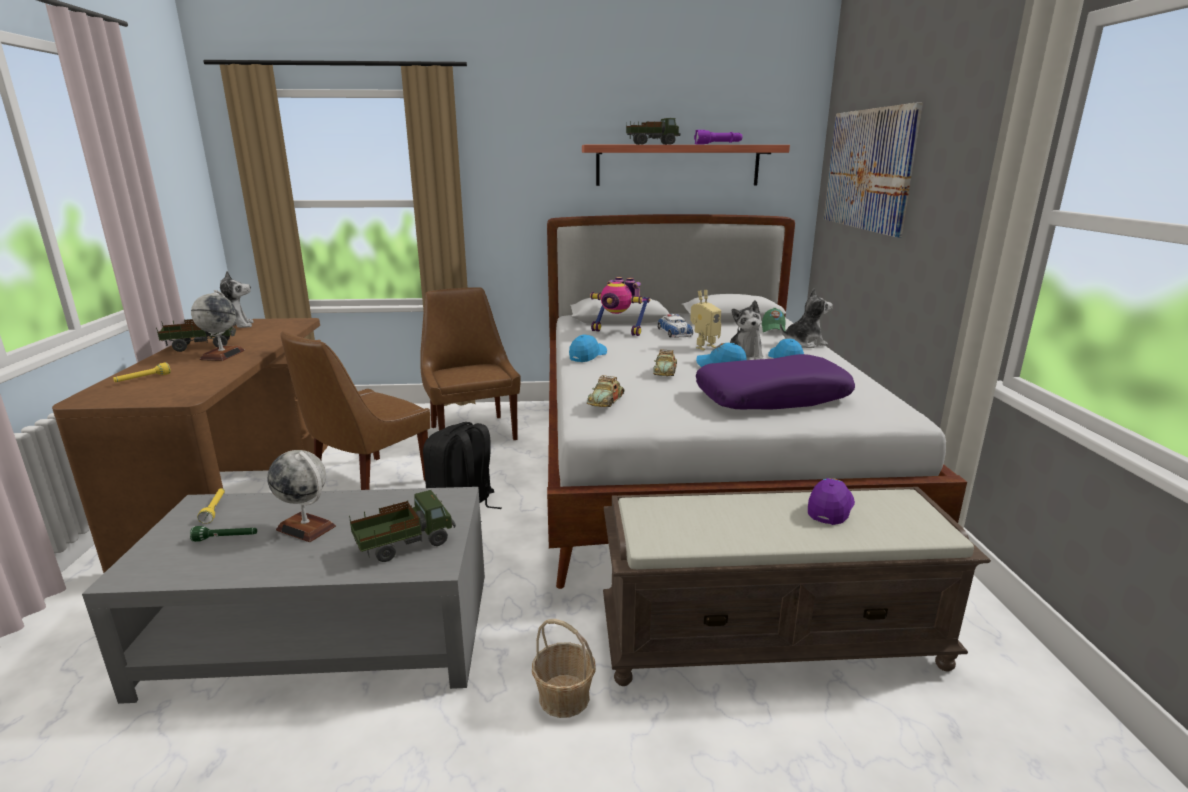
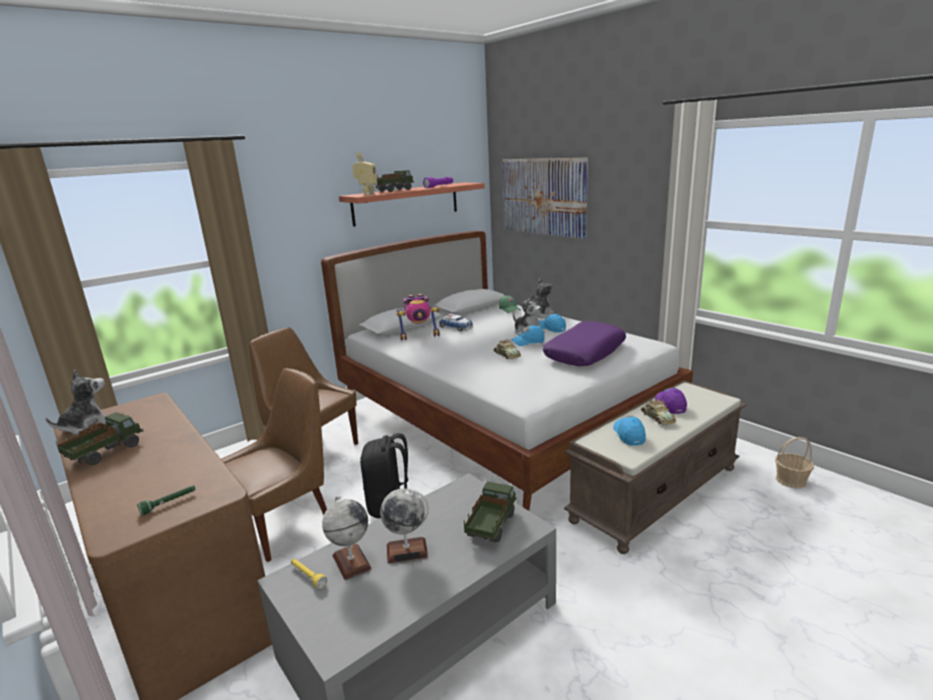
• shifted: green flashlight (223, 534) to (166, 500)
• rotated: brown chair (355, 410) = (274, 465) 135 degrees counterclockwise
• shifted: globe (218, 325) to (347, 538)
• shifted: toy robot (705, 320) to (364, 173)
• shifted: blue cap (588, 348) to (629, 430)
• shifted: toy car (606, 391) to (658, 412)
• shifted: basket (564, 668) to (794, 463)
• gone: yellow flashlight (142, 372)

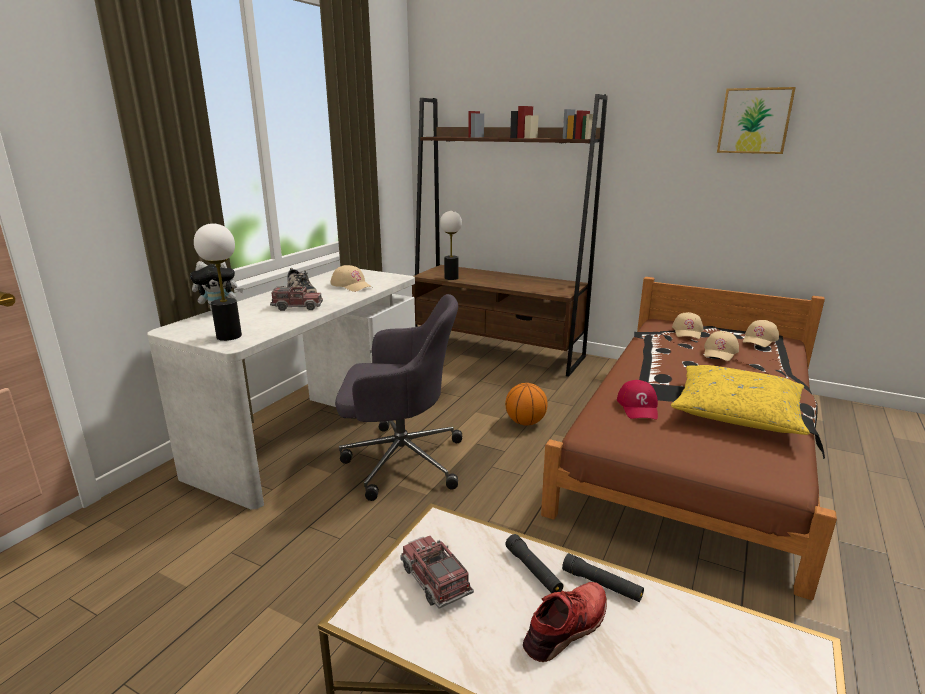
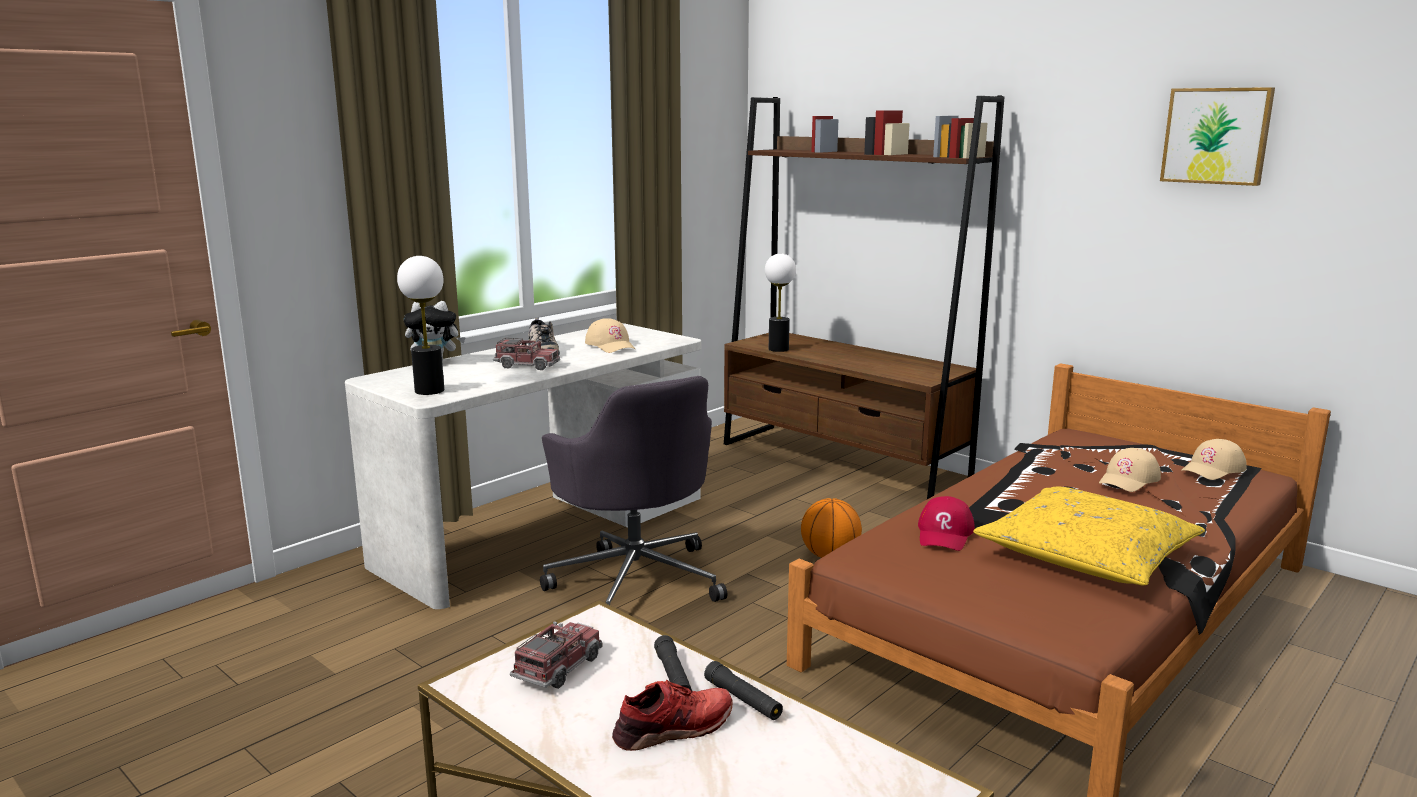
• rotated: toy truck (437, 572) = (556, 655) 45 degrees clockwise
• rotated: grey office chair (398, 397) = (633, 490) 45 degrees clockwise
• gone: beige cap (687, 325)

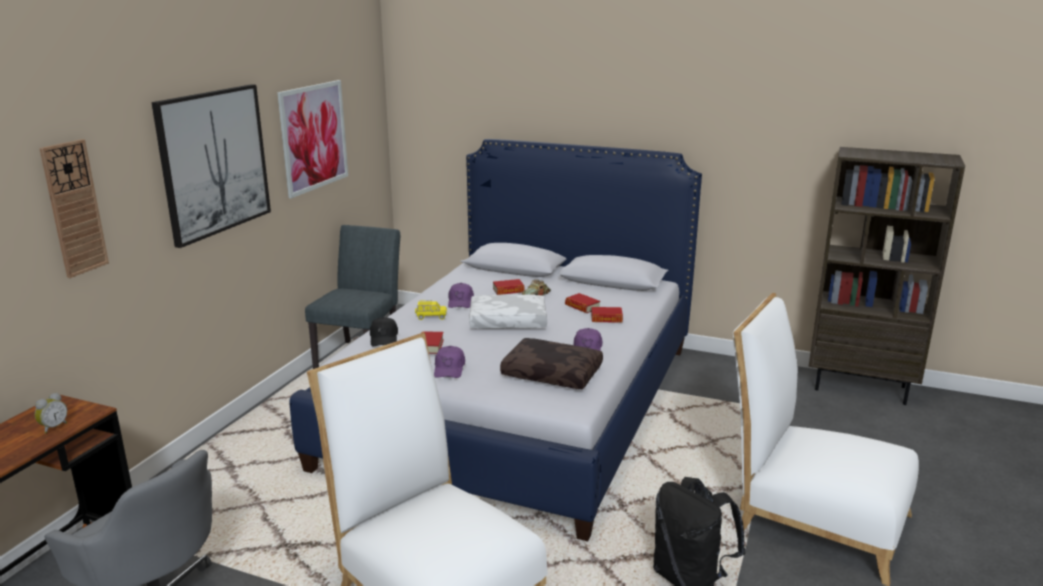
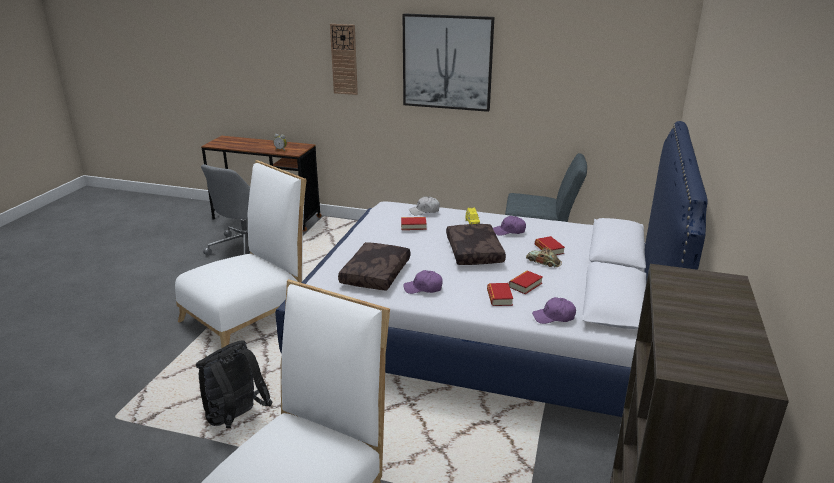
• repainted: black cap (384, 331) to white cap (424, 205)
• repainted: white pillow (508, 311) to brown pillow (476, 244)
• shifted: purple cap (449, 362) to (554, 310)
• gone: picture (312, 139)

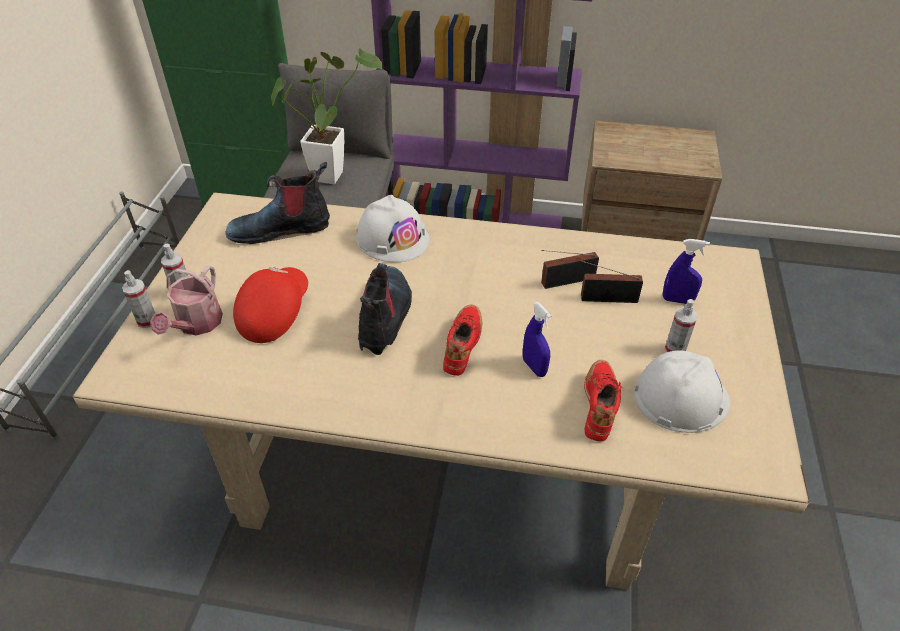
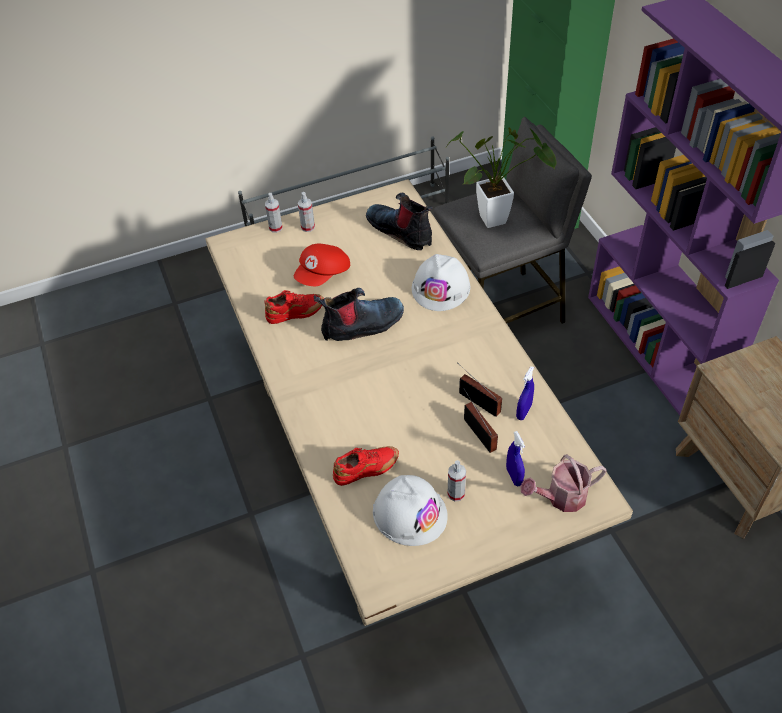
• shifted: red shoe (462, 340) to (294, 307)
• rotated: red cap (270, 305) = (322, 265) 135 degrees clockwise
• shifted: blue spray bottle (537, 339) to (525, 393)
• shifted: watering can (186, 300) to (563, 483)

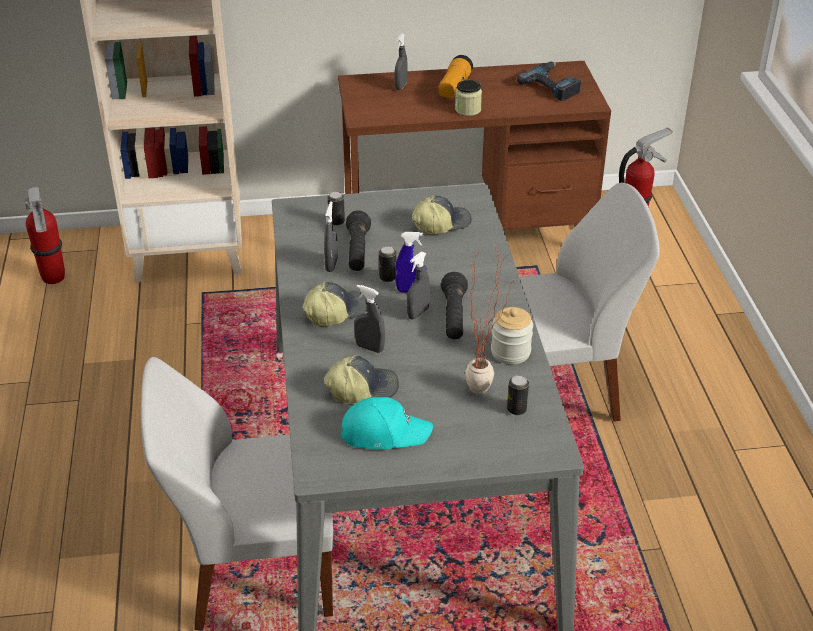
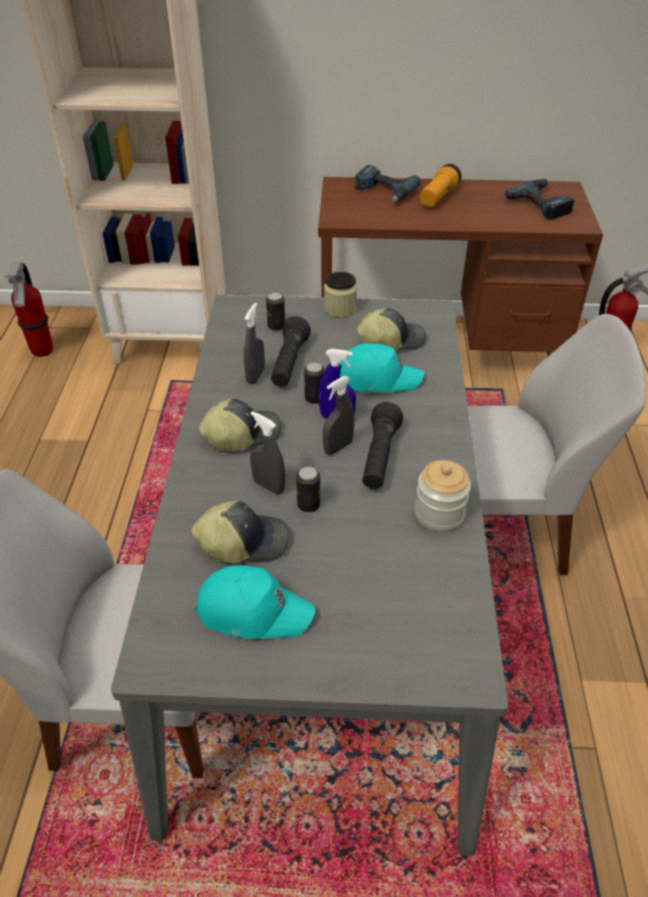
• shifted: can (518, 395) to (308, 489)
• shifted: jar (468, 98) to (340, 295)
• new: turquoise cap (381, 367)
• swapped: grey spray bottle (401, 62) to power drill (387, 184)
• gone: potted plant (490, 319)

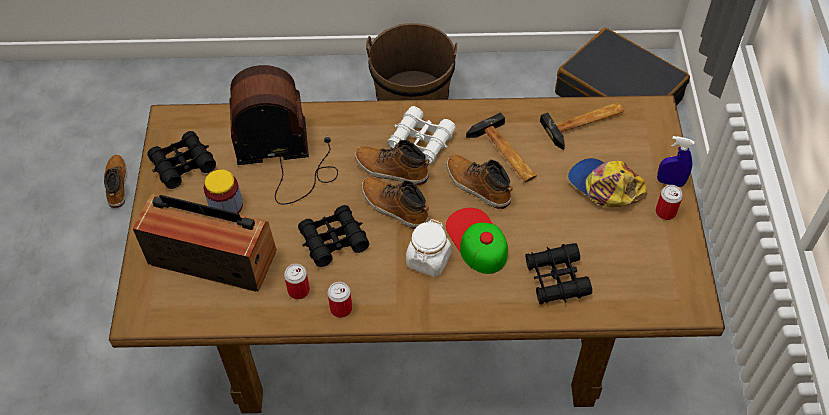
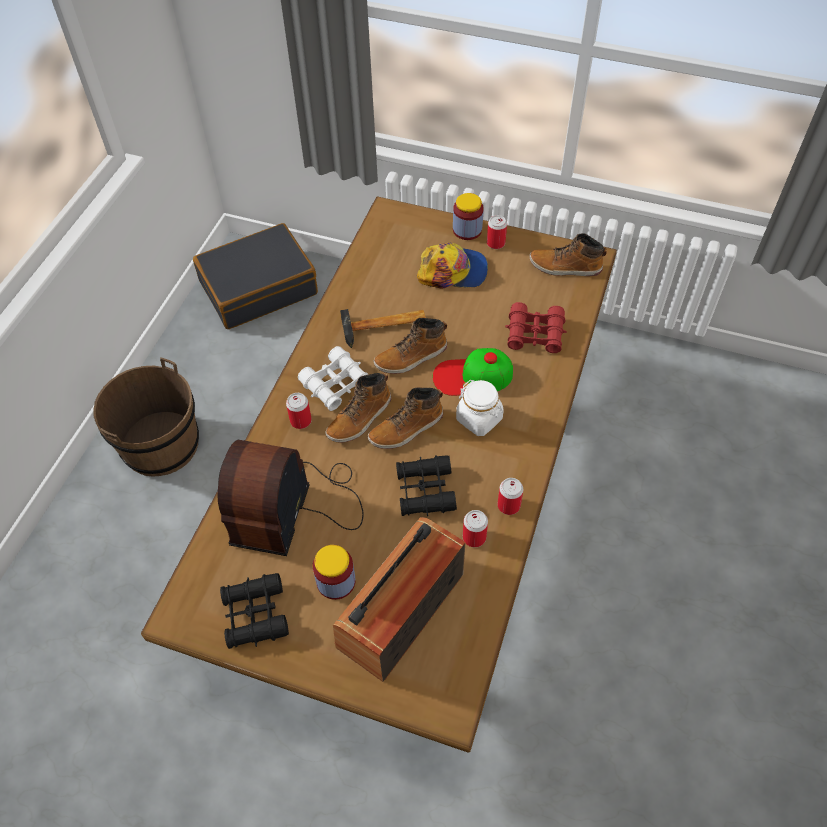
• new: can (299, 411)
• rotated: cap (607, 182) = (452, 265) 150 degrees counterclockwise
• swapped: blue spray bottle (675, 161) to jar (468, 216)
• repainted: black binoculars (558, 274) to red binoculars (536, 327)
• shifted: boot (115, 181) to (568, 254)
• gone: hammer (582, 126)

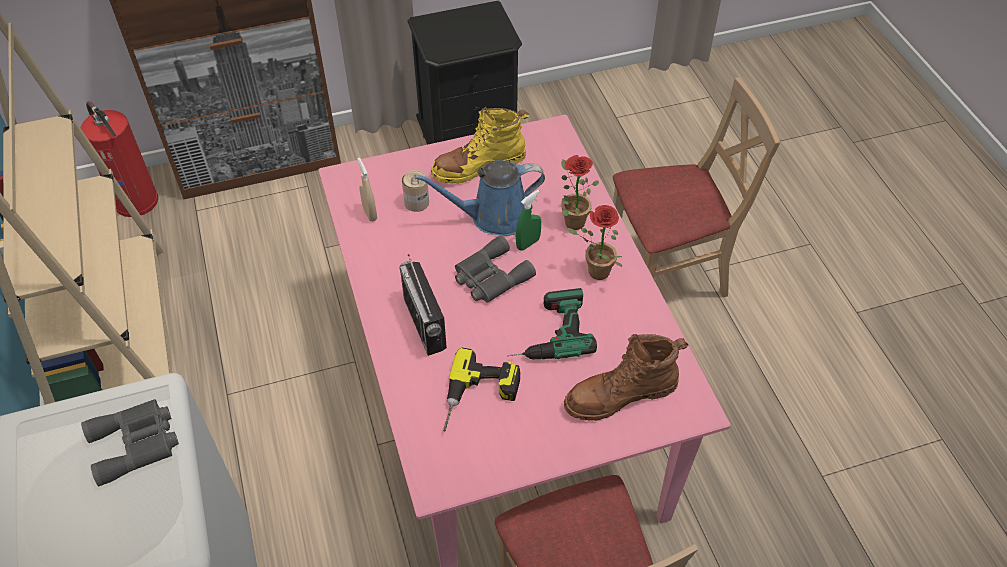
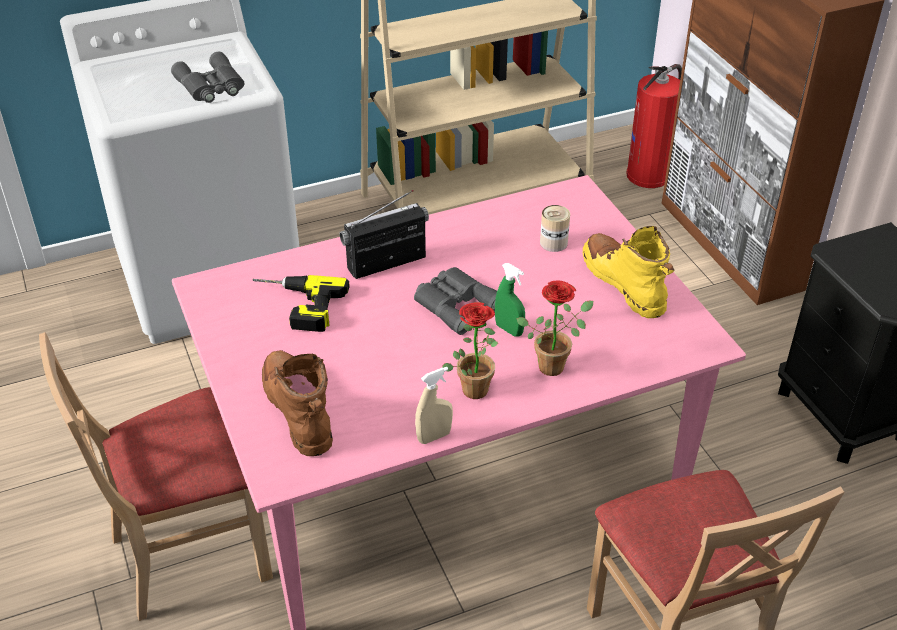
• shifted: beige spray bottle (367, 189) to (434, 405)
• gone: blue watering can (479, 198)
• gone: power drill (552, 323)

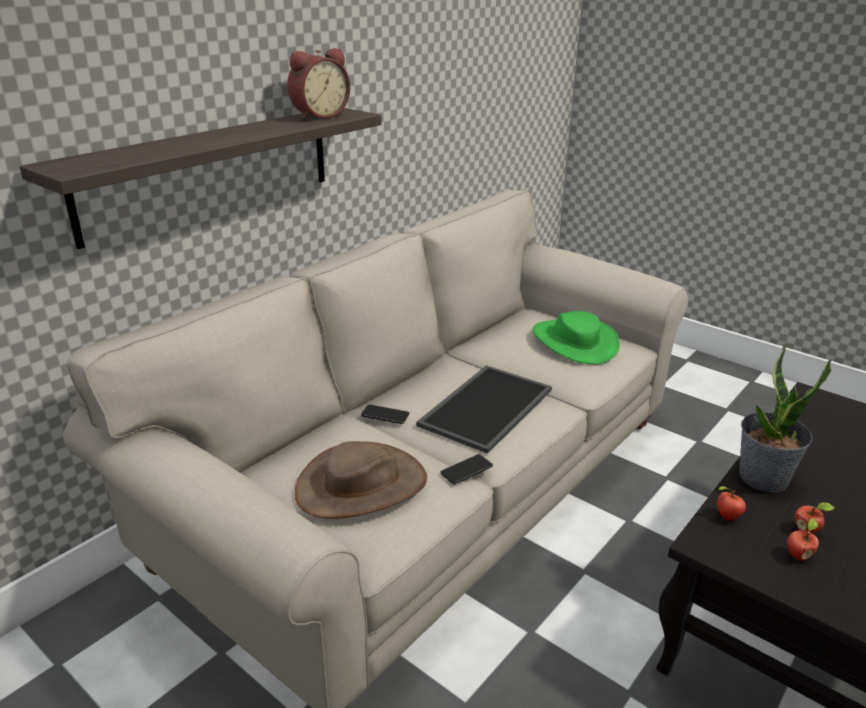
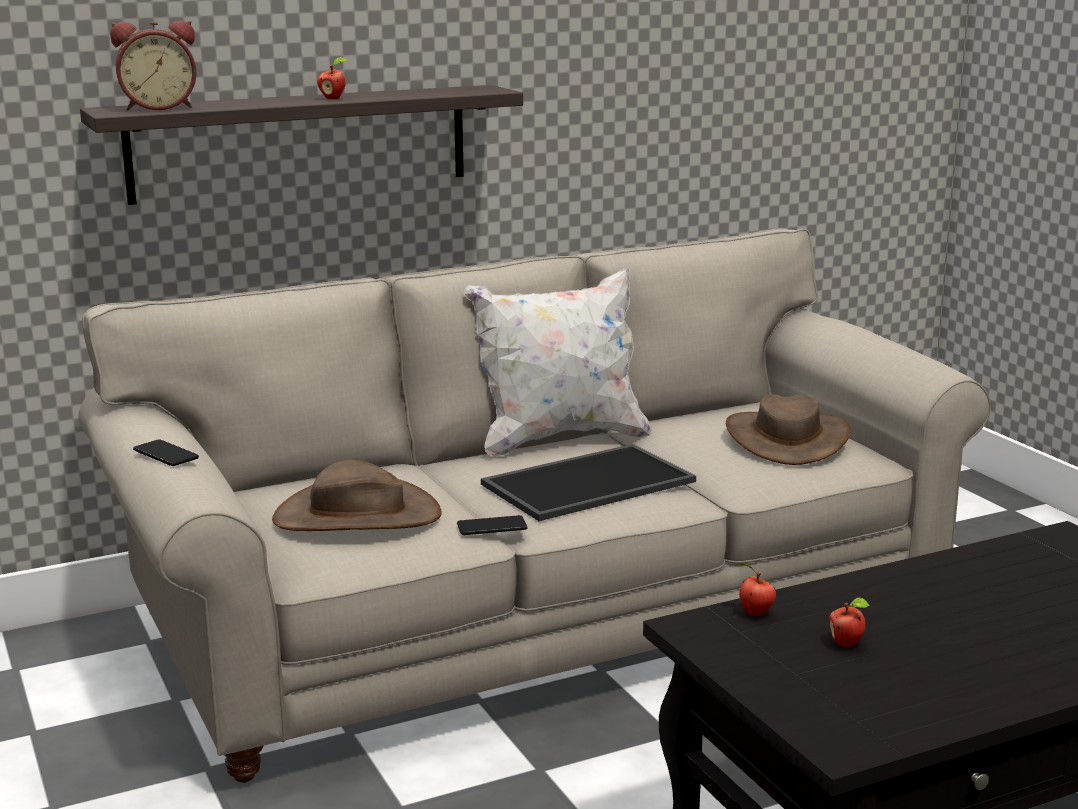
• shifted: alarm clock (318, 84) to (153, 65)
• shifted: phone (385, 414) to (166, 452)
• shifted: apple (803, 539) to (332, 78)
• new: white pillow (558, 362)
• repainted: green hat (576, 338) to brown hat (788, 429)
• gone: potted plant (785, 417)

